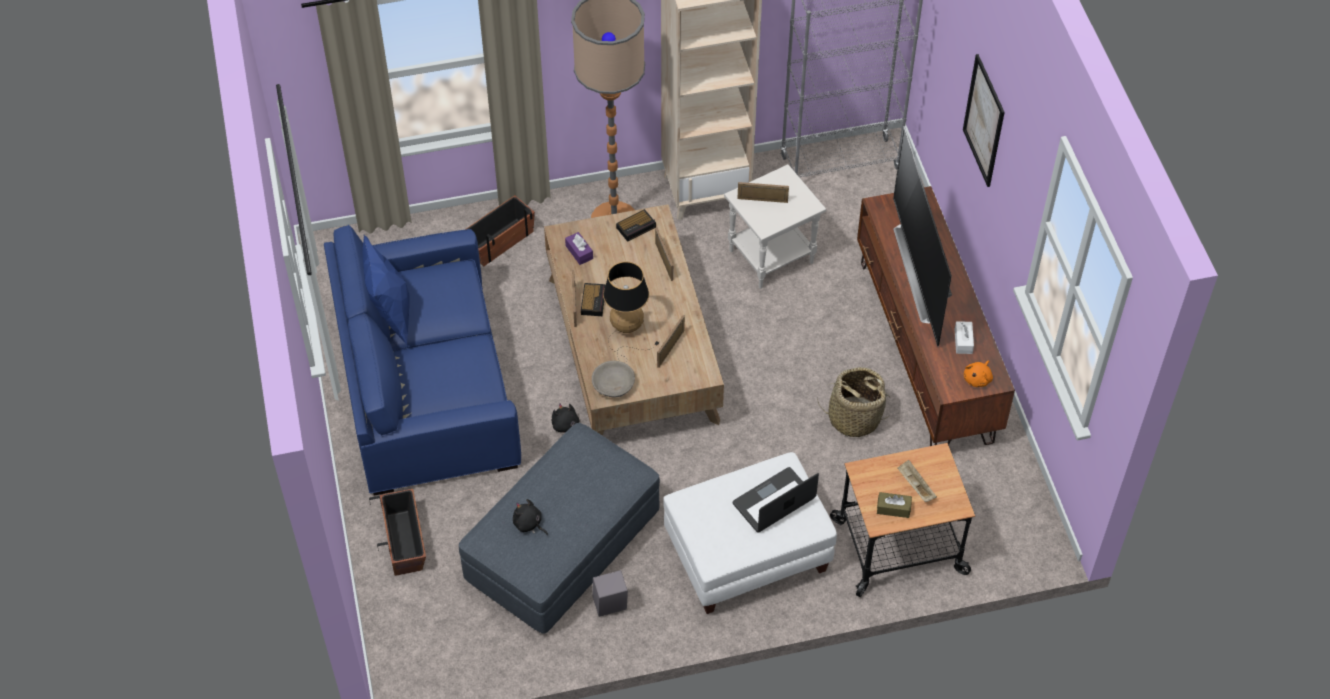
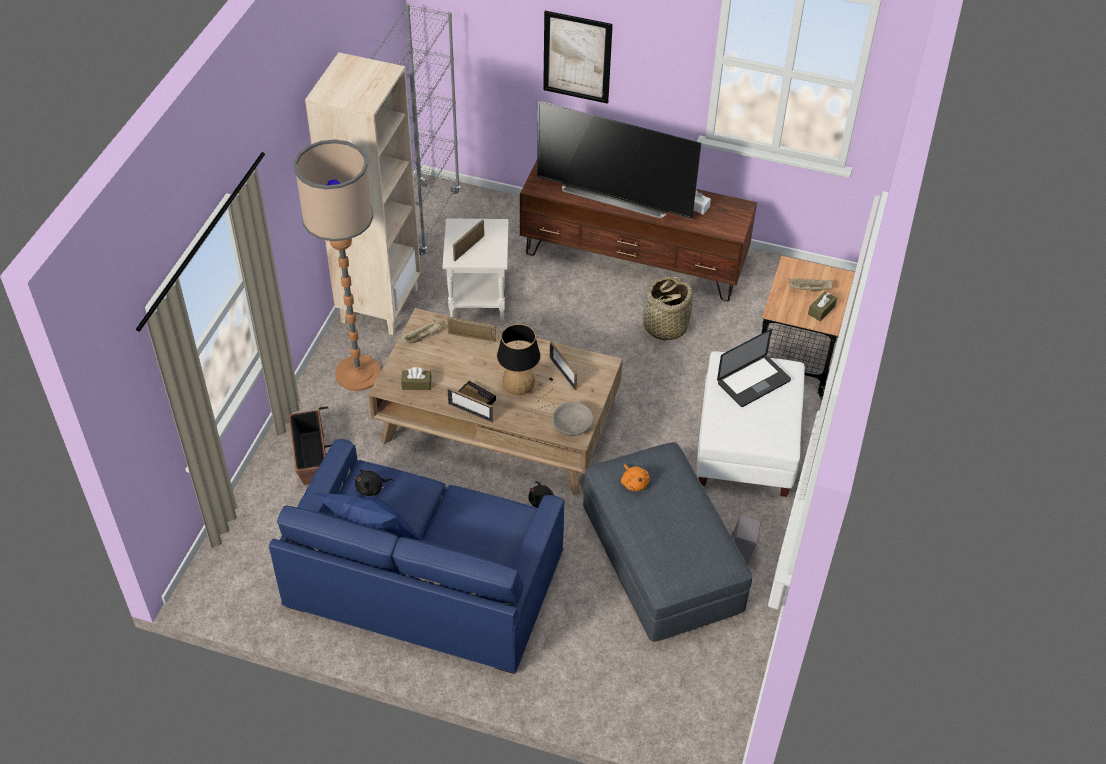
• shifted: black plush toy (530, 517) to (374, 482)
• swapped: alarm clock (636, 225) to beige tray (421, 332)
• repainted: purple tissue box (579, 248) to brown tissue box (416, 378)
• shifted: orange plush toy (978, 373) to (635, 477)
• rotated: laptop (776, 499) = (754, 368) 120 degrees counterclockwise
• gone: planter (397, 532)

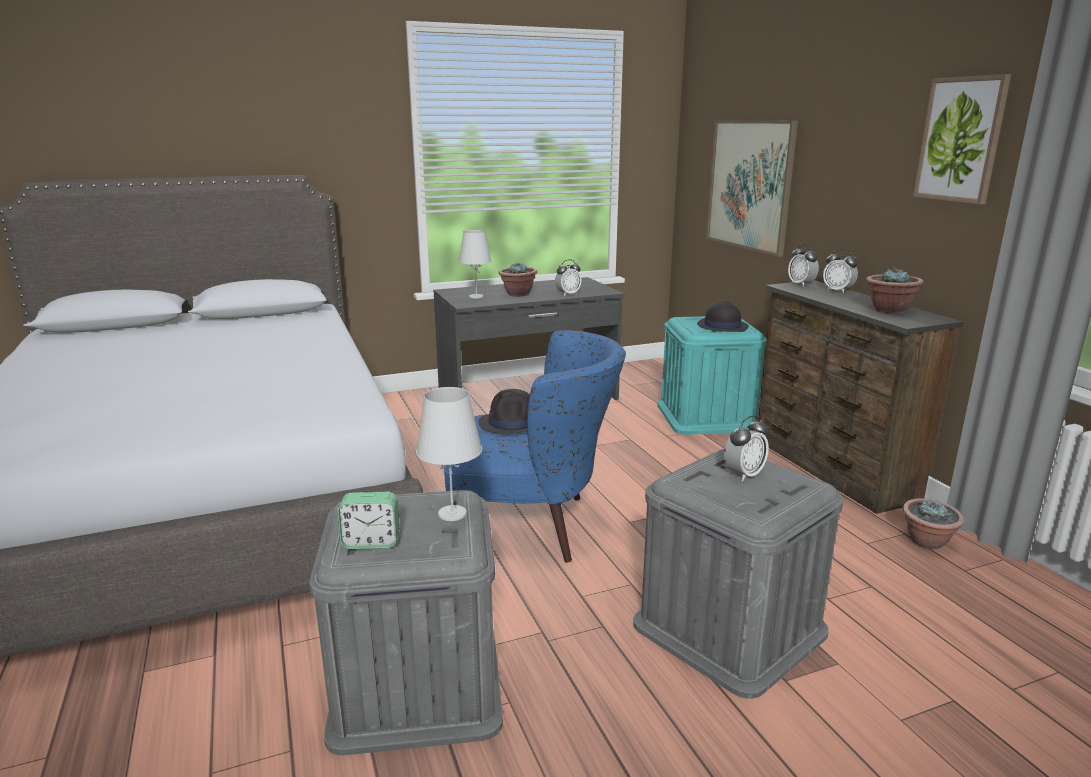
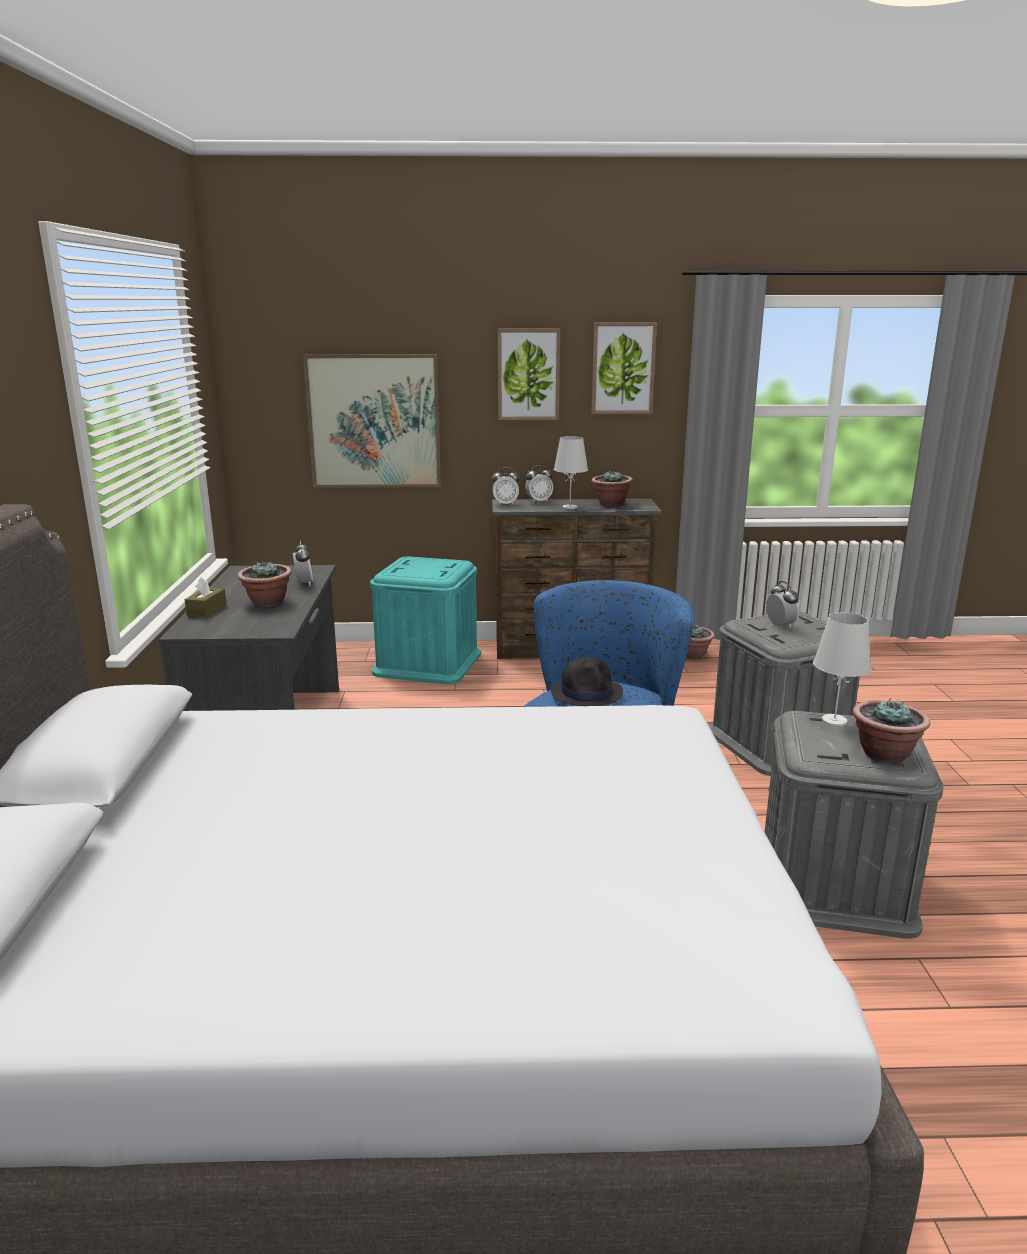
• new: brown tissue box (206, 597)
• new: picture (529, 374)
• shifted: white table lamp (475, 264) to (571, 472)
• swapped: alarm clock (368, 520) to potted plant (891, 730)
• gone: black hat (723, 316)

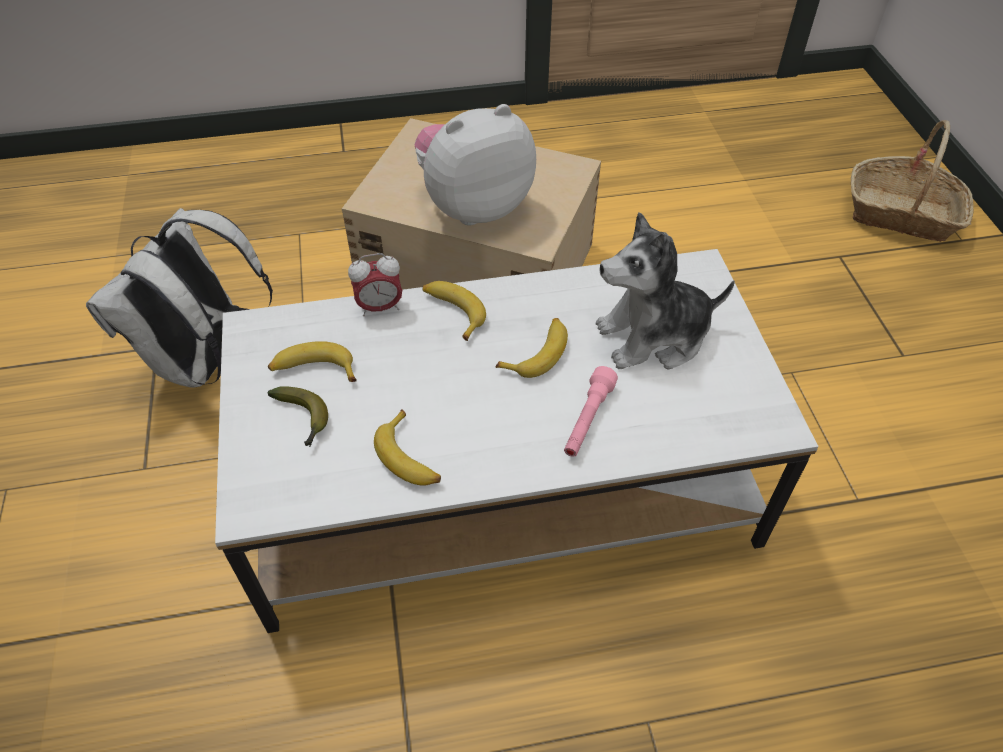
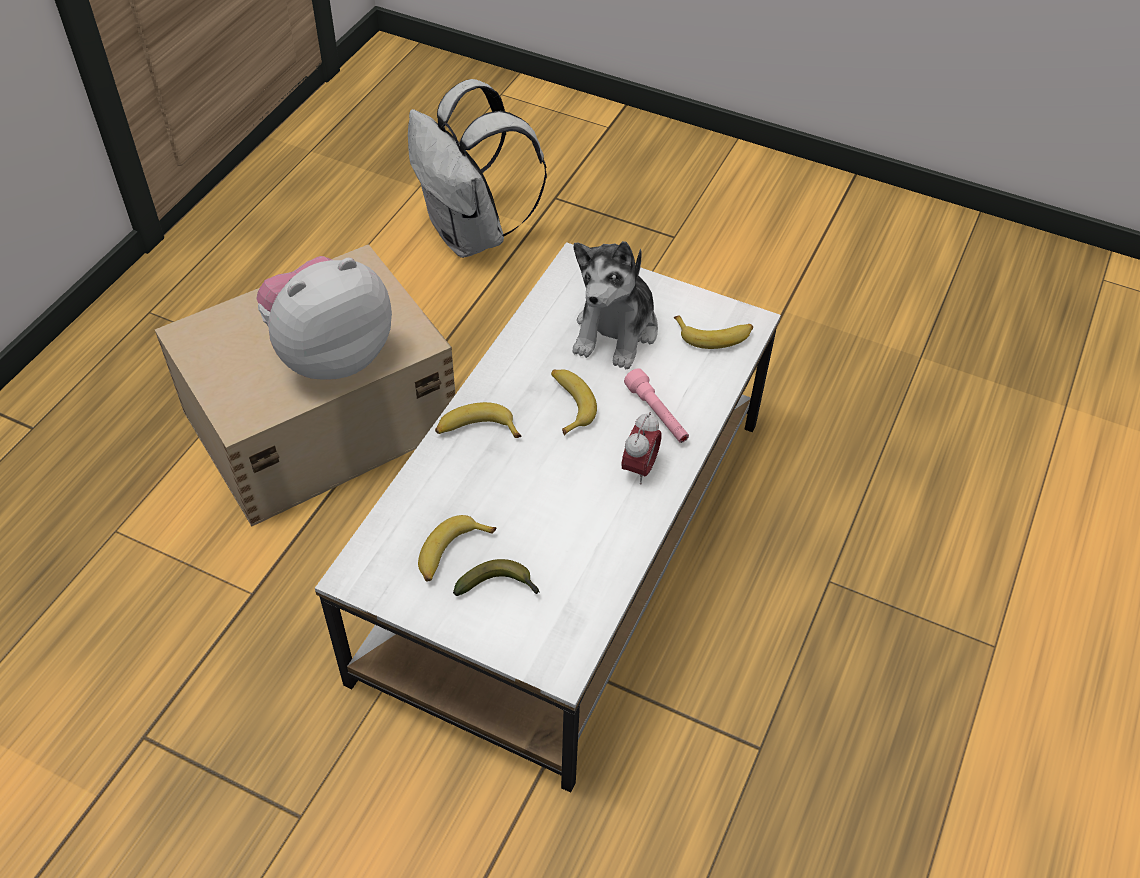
• rotated: plush toy (475, 164) = (324, 318) 45 degrees clockwise
• shifted: white backpack (179, 298) to (477, 168)
• shifted: alarm clock (375, 284) to (642, 448)
• shifted: banana (407, 447) to (713, 332)
• gone: basket (912, 181)

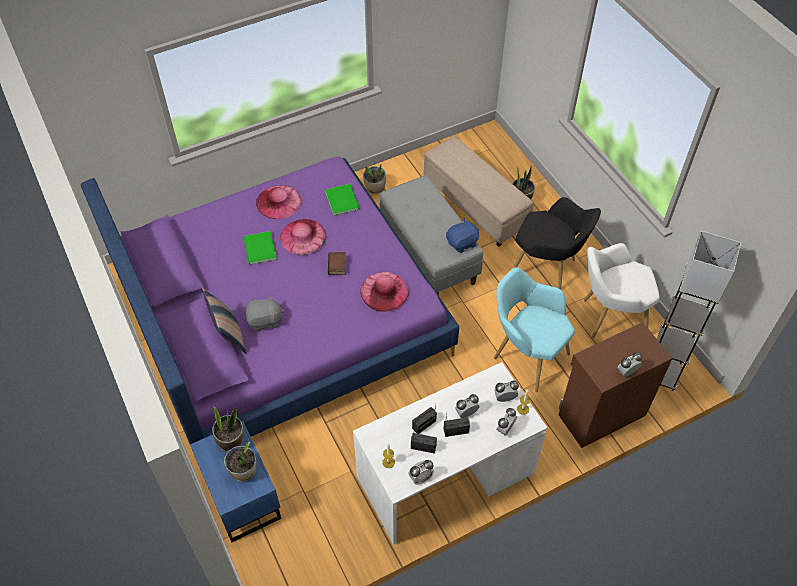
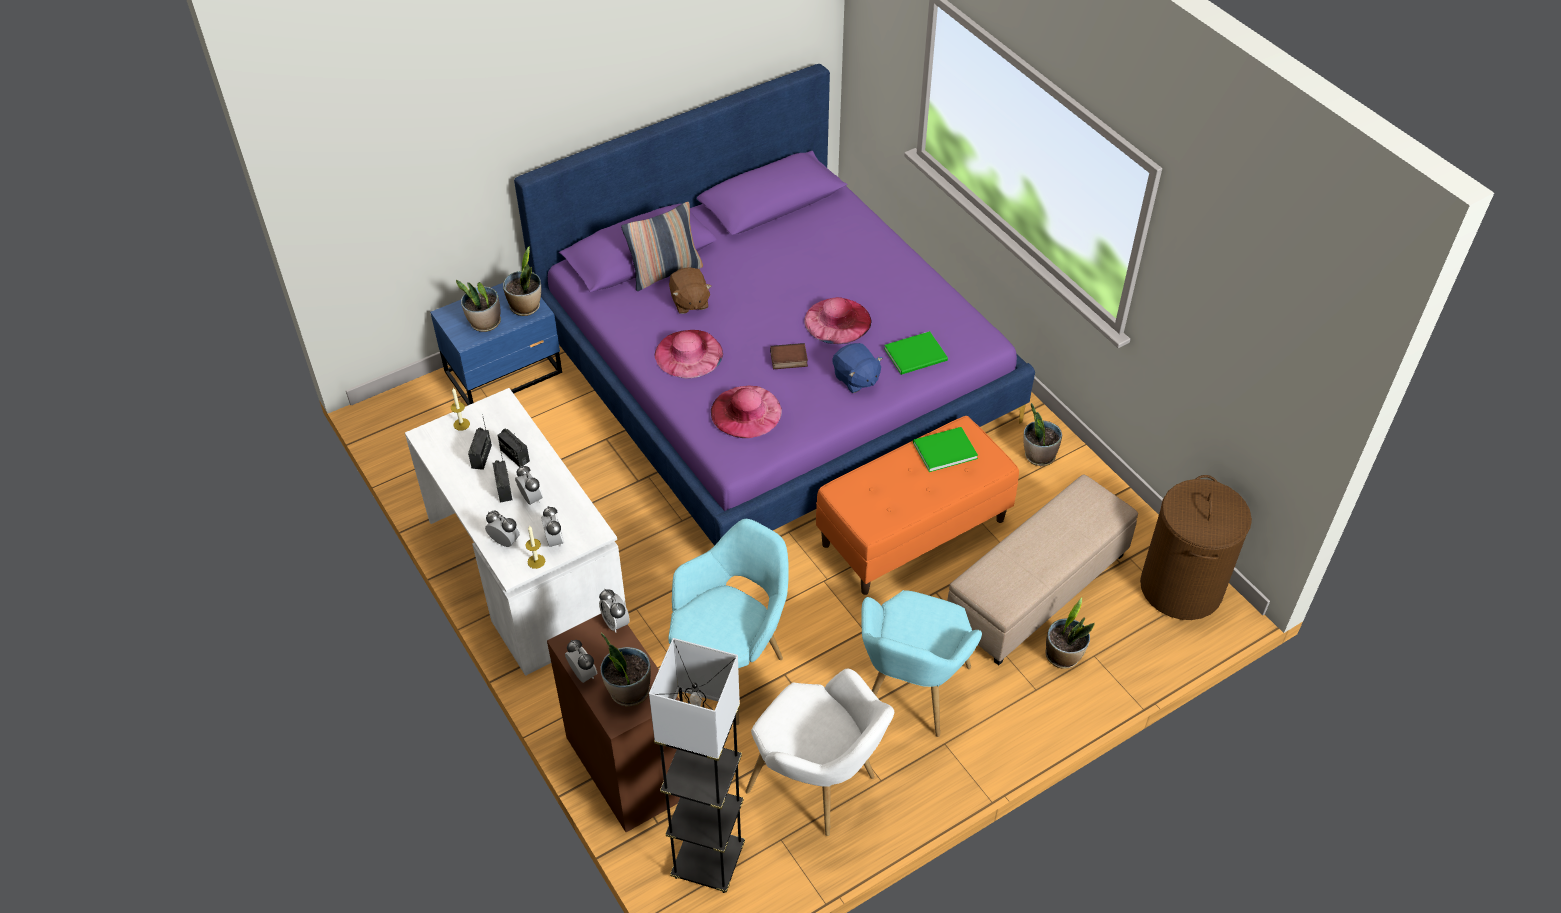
• shifted: alarm clock (421, 472) to (614, 611)
• new: potted plant (625, 670)
• shifted: pink hat (278, 202) to (689, 354)
• repainted: grey plush toy (264, 313) to brown plush toy (690, 290)
• rotated: white armchair (622, 290) = (819, 752) 135 degrees clockwise
• repainted: grey bench (431, 235) to orange bench (917, 505)
• shifted: blue plush toy (462, 235) to (858, 368)
• repainted: black armchair (557, 243) to turquoise armchair (921, 663)
• shifted: green book (260, 248) to (945, 449)
• new: brown laundry basket (1196, 547)

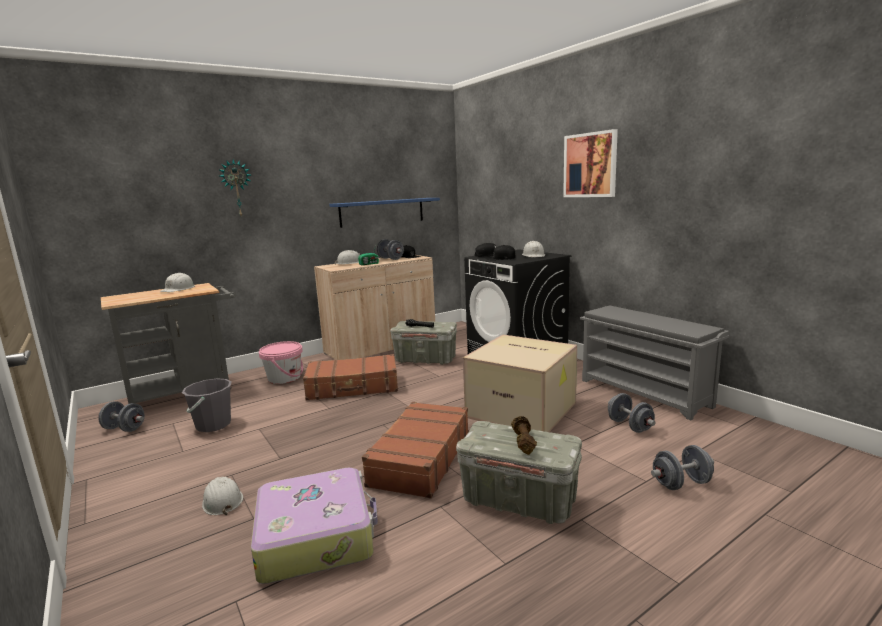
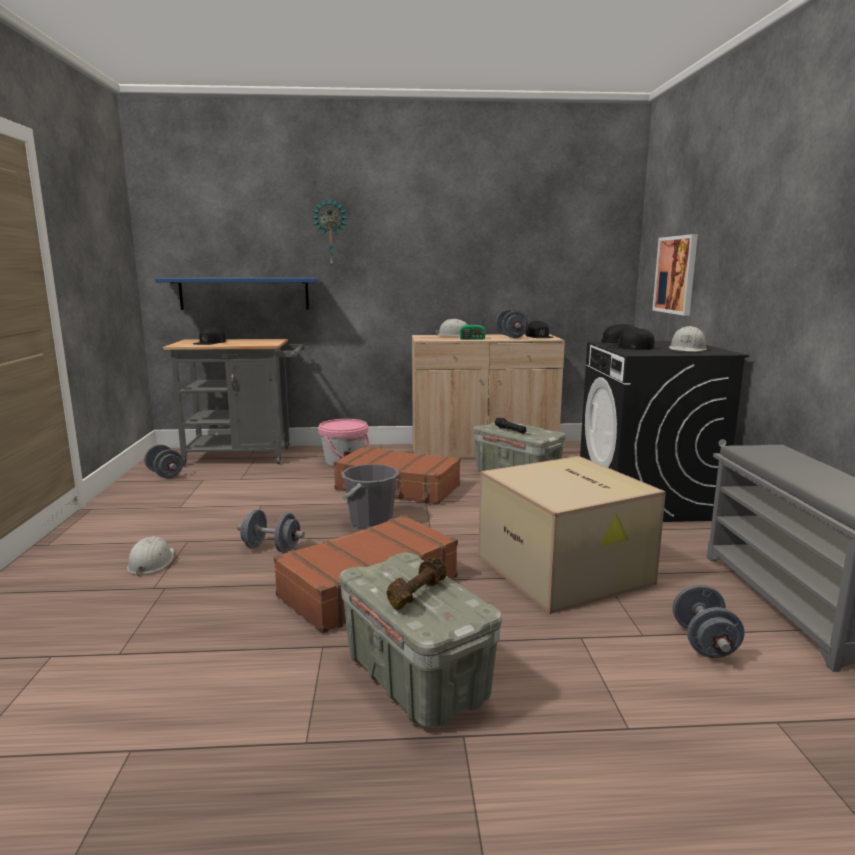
• shifted: blue shelf (384, 213) to (237, 294)
• new: black cap (209, 335)
• shifted: grey dumbbell (682, 467) to (271, 531)
• shifted: grey bucket (207, 405) to (370, 496)
• shifted: picture (590, 163) to (675, 275)
• gone: white hard hat (177, 282)
• gone: suitcase (314, 526)

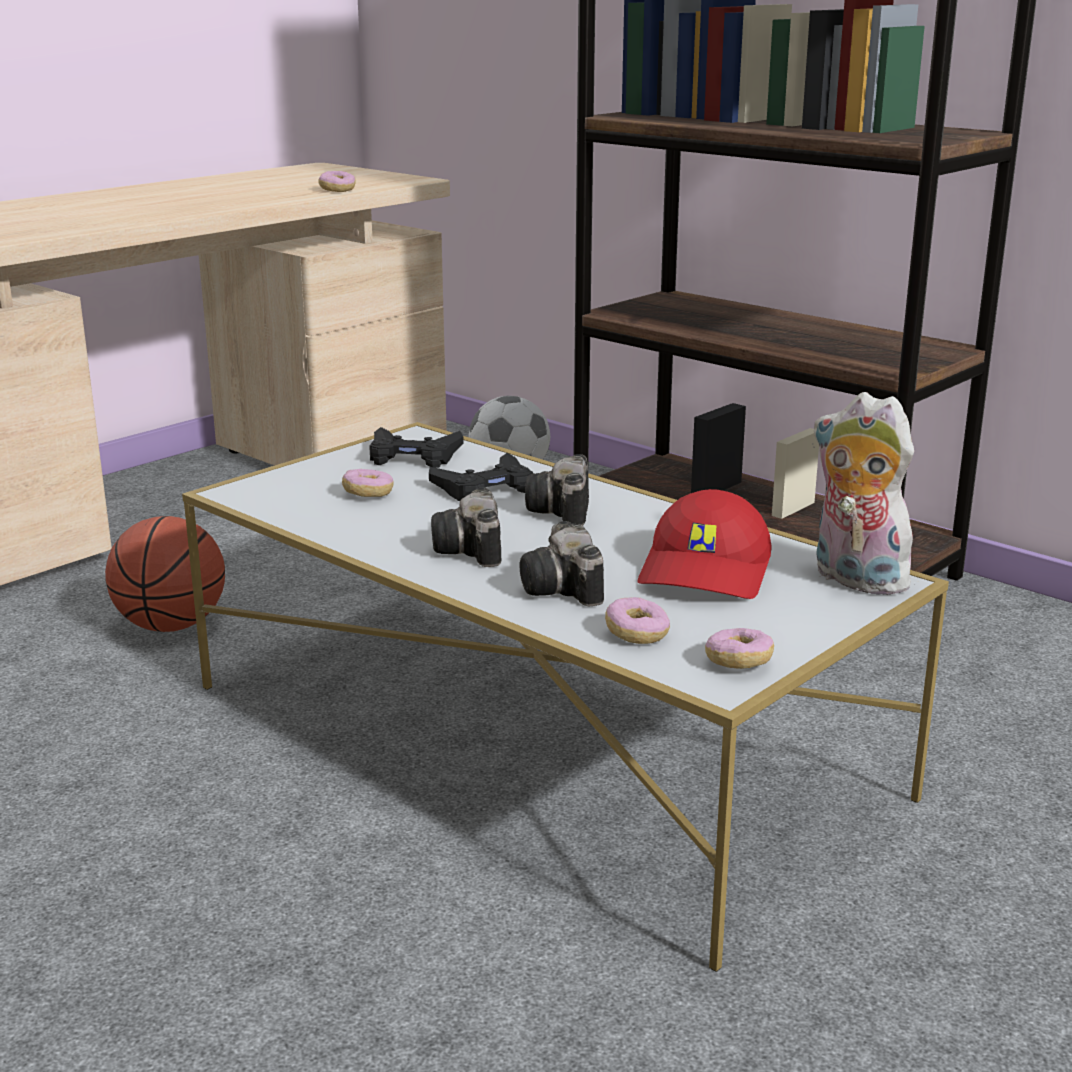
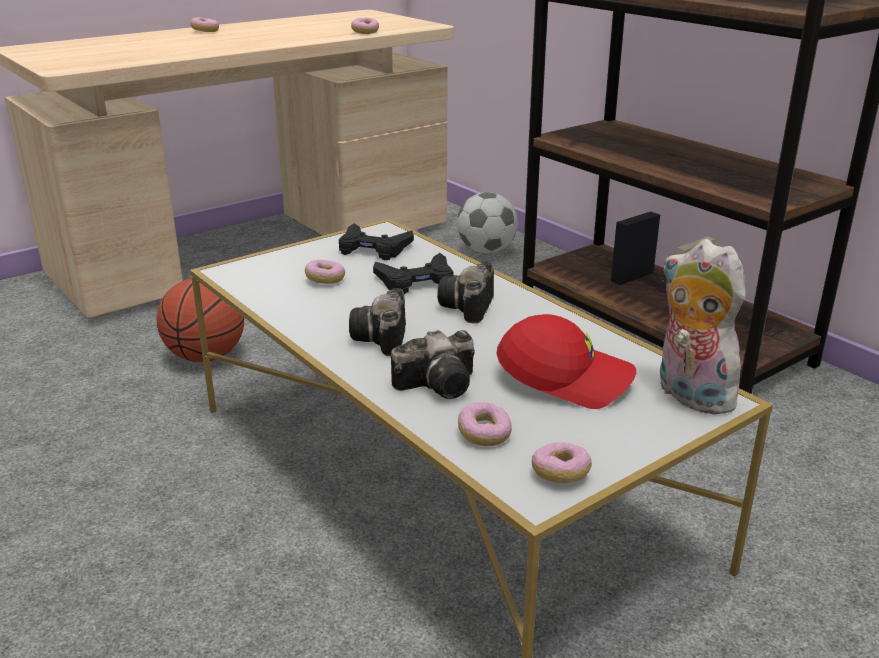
• new: donut (204, 24)
• rotated: photo camera (561, 563) = (433, 364) 105 degrees counterclockwise
• rotated: red cap (704, 544) = (566, 361) 105 degrees counterclockwise

